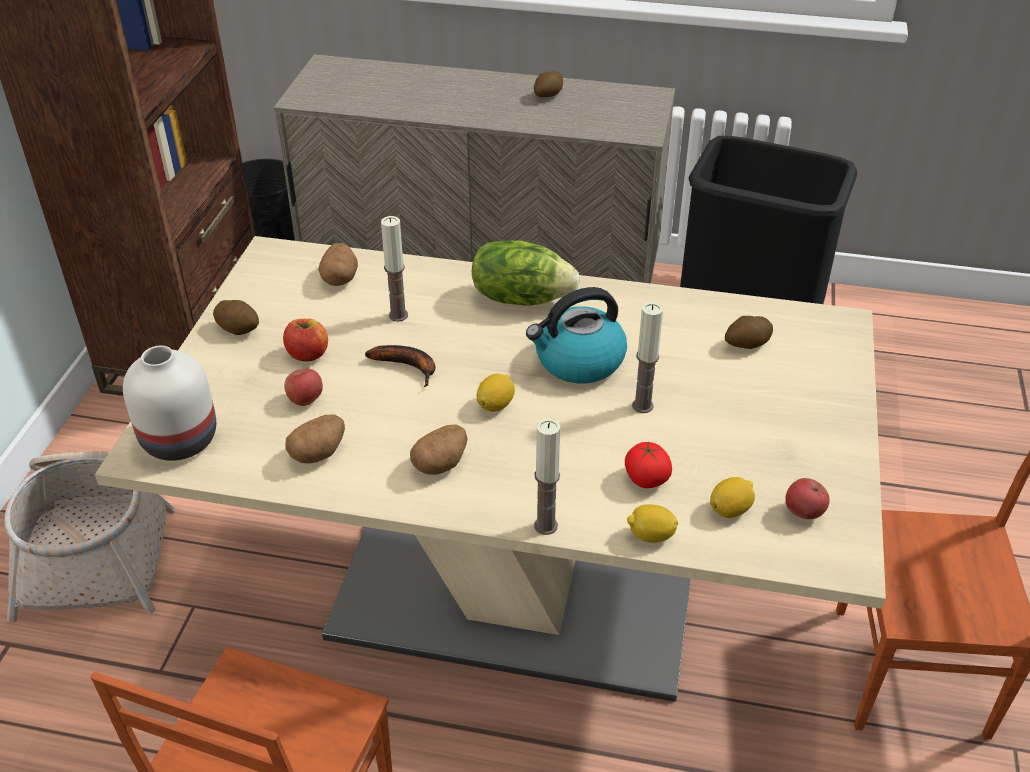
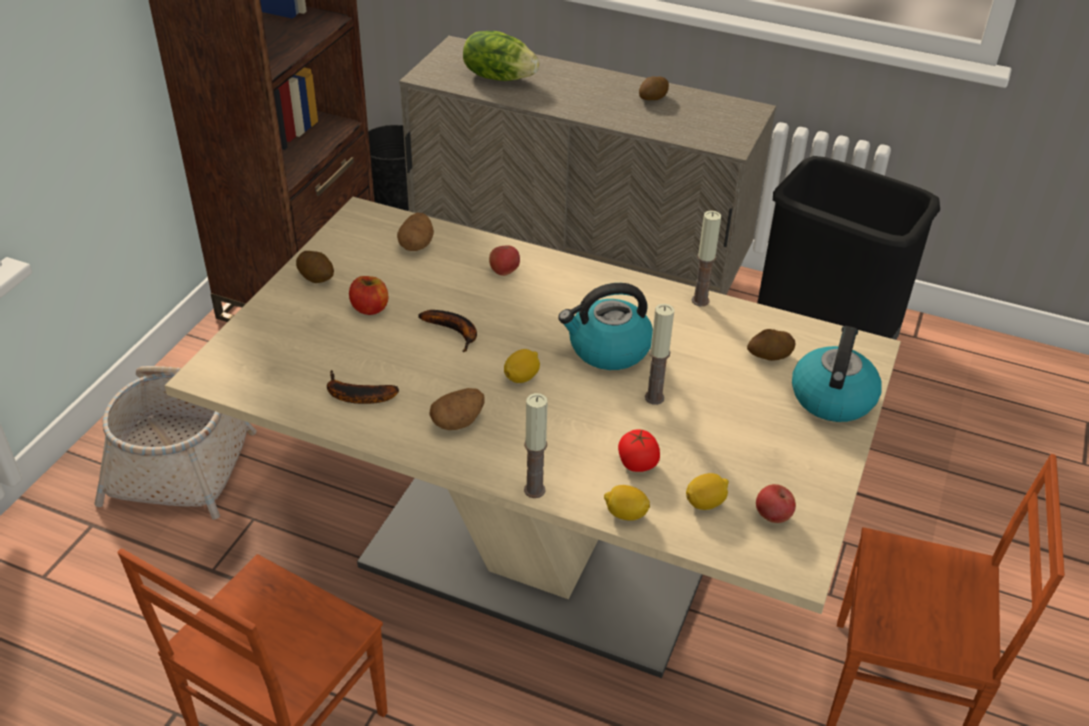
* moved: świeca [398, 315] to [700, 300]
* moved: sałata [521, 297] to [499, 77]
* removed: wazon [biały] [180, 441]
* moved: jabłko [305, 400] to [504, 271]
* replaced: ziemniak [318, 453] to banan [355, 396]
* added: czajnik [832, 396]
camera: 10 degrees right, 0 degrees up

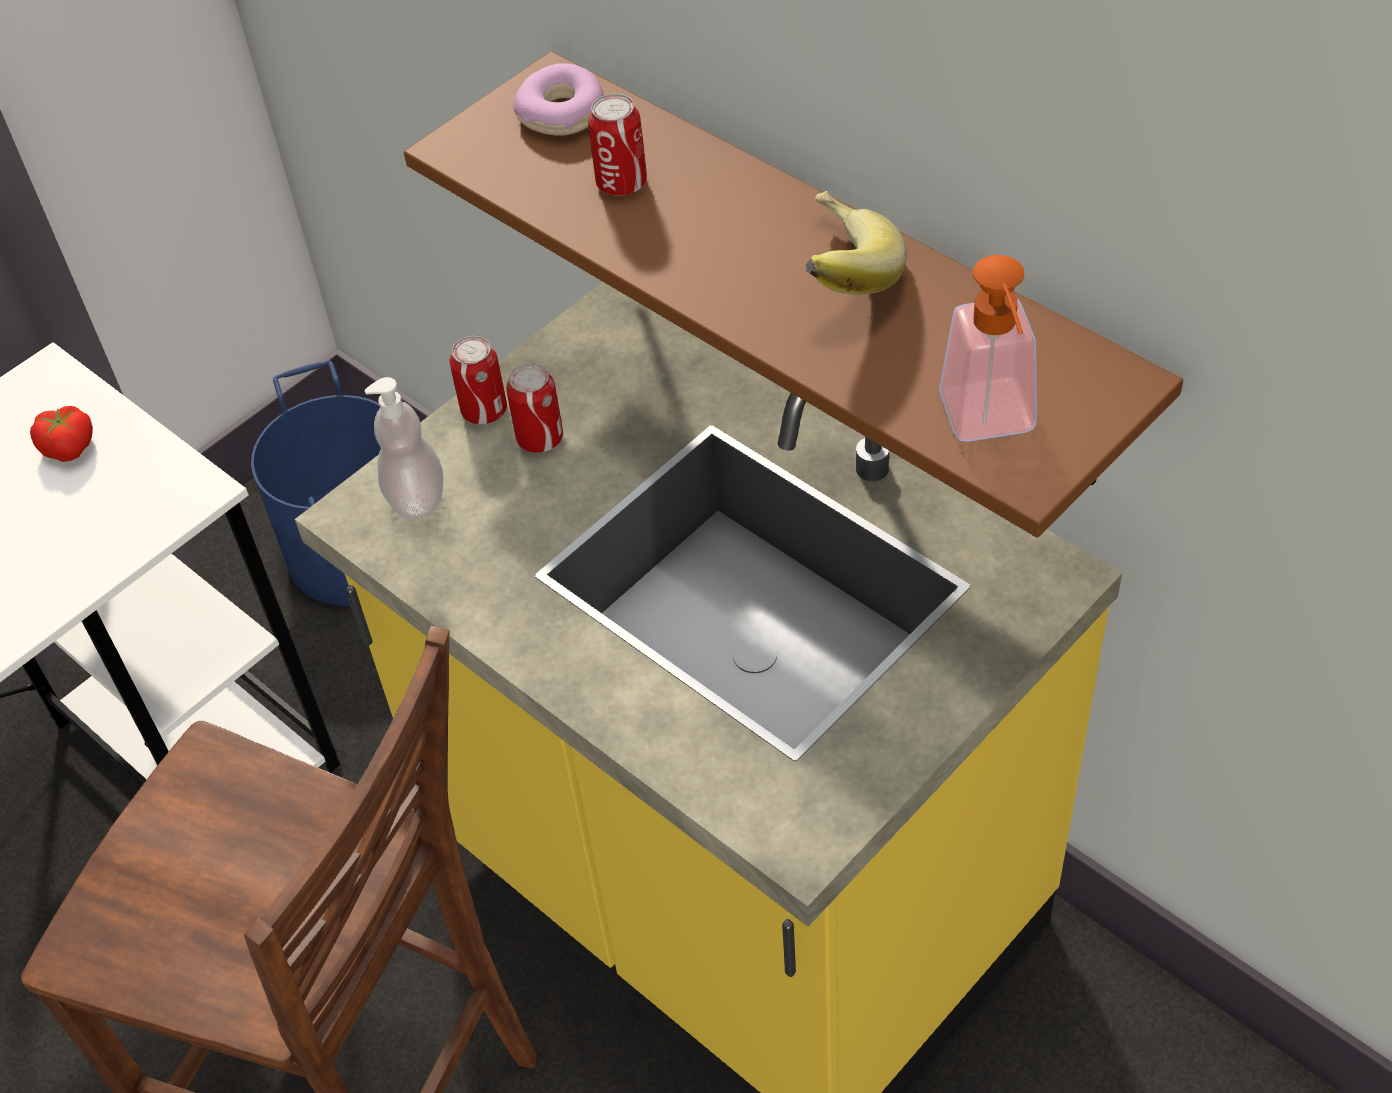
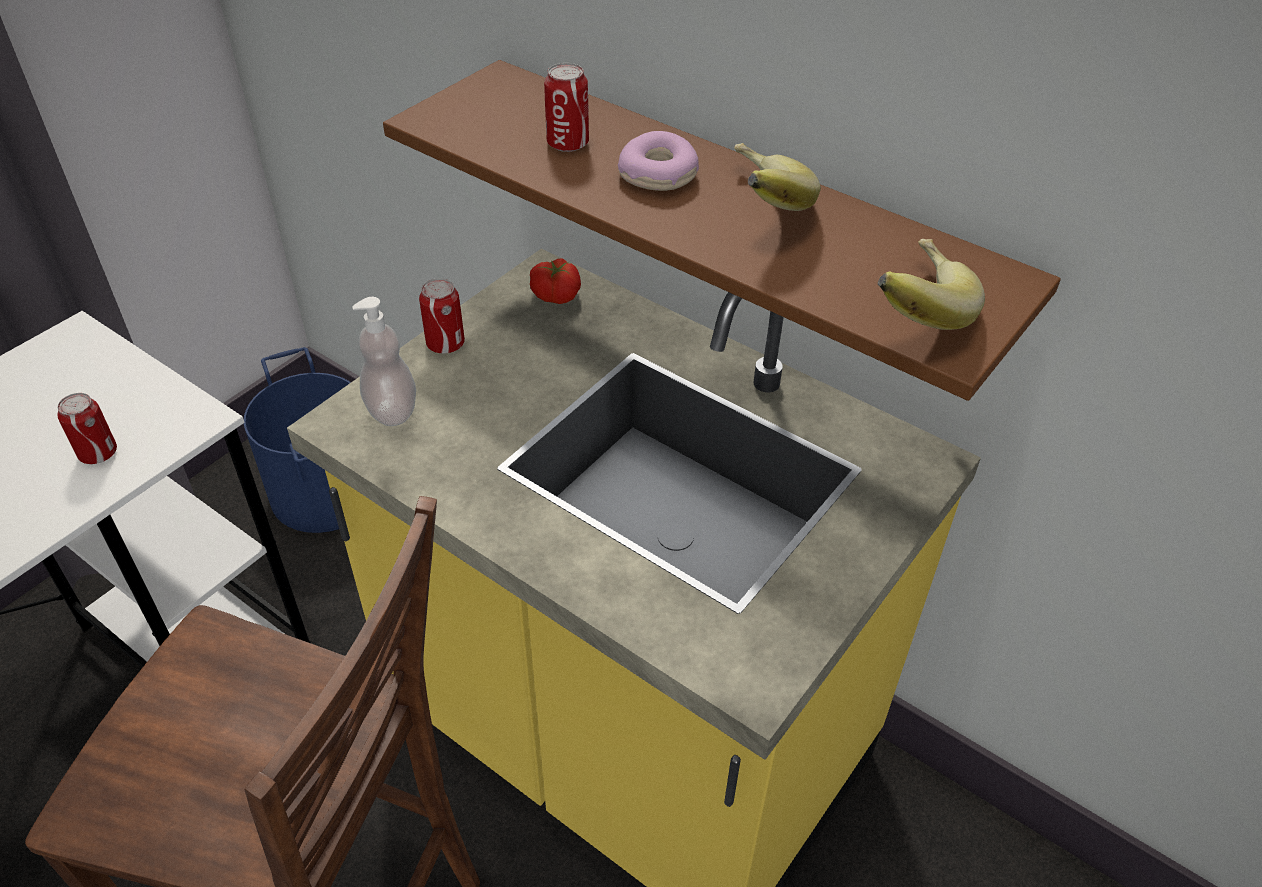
* moved: donut [562, 114] to [659, 175]
* replaced: dozownik mydła [991, 425] to banan [912, 311]
* moved: puszka [540, 438] to [98, 453]
* moved: pomidor [70, 446] to [557, 294]
camera: 10 degrees left, 5 degrees down

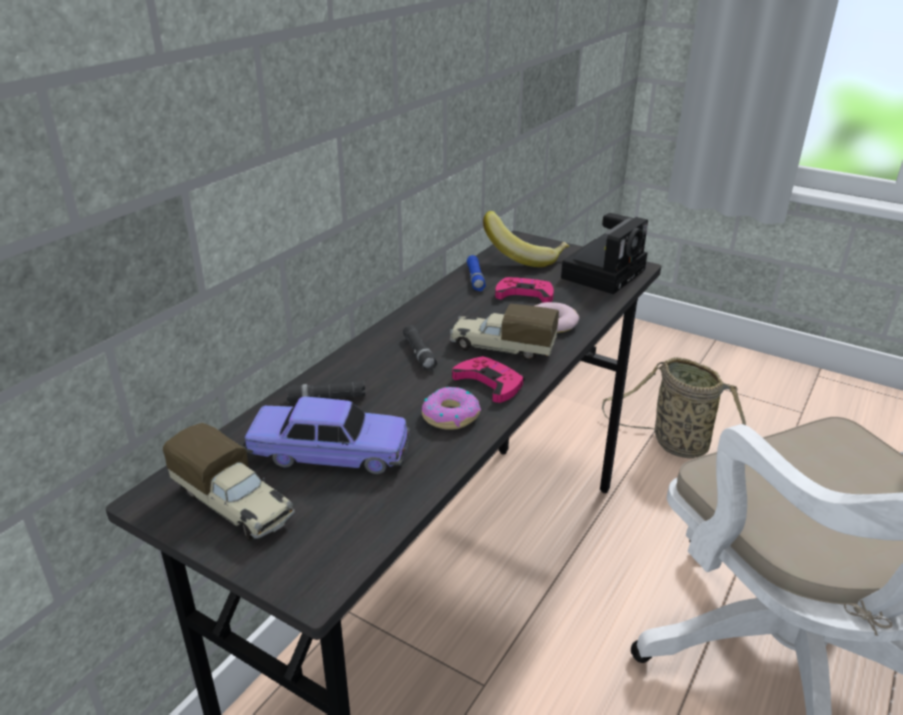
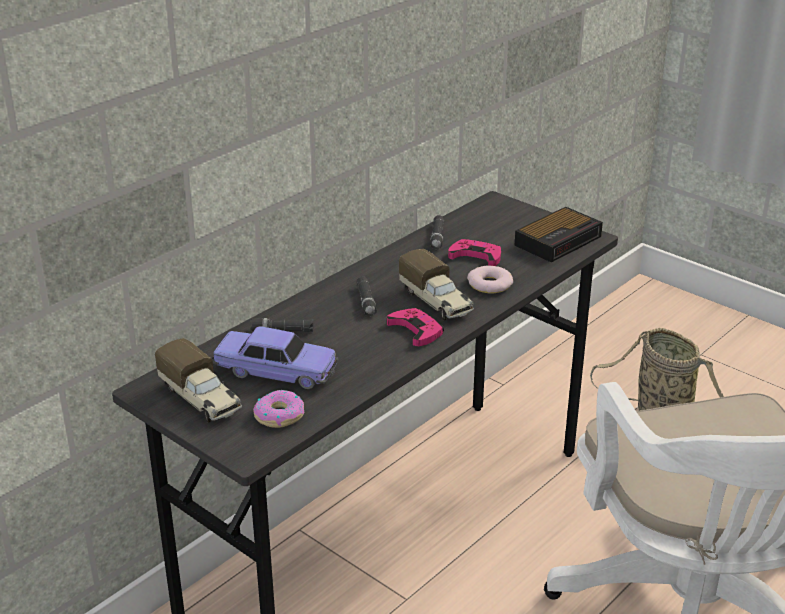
* removed: banan [525, 257]
* replaced: aparat fotograficzny [604, 272] to budzik [559, 240]
* recoloured: latarka [niebieski] [475, 278] to latarka [czarny] [437, 237]
* turned: ciężarówka zabawkowa [501, 347] = [436, 302] 150 degrees counterclockwise
* moved: donut [450, 415] to [279, 415]
camera: 10 degrees right, 0 degrees up

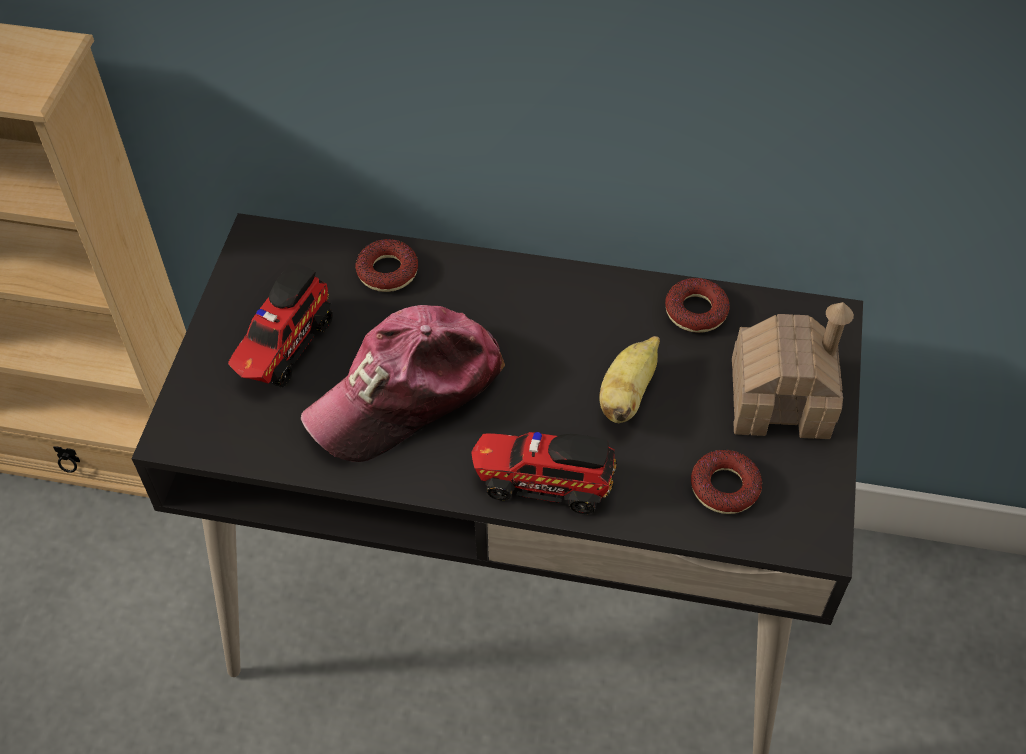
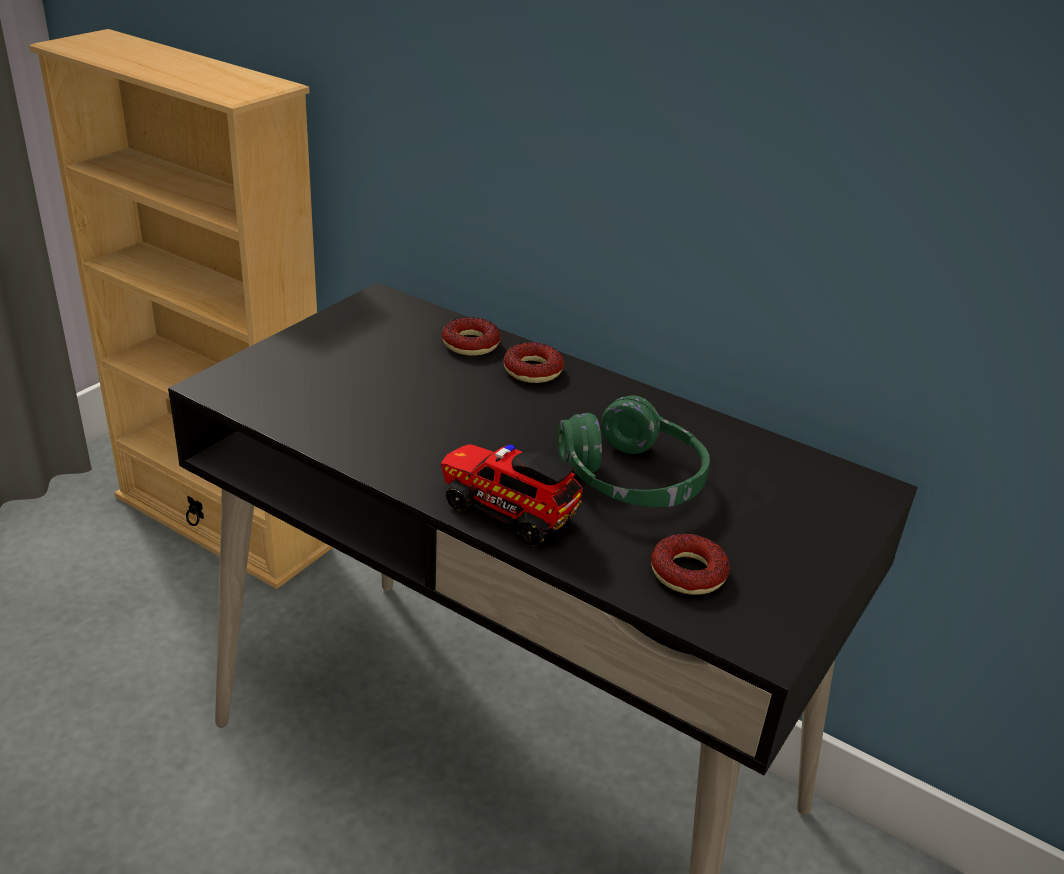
* removed: ciężarówka zabawkowa [283, 348]
* moved: donut [696, 311] to [532, 370]
* removed: domek [780, 398]
* removed: czapka z daszkiem [407, 393]
* replaced: banan [627, 394] to słuchawki [zielony] [632, 478]
camera: 20 degrees right, 20 degrees down

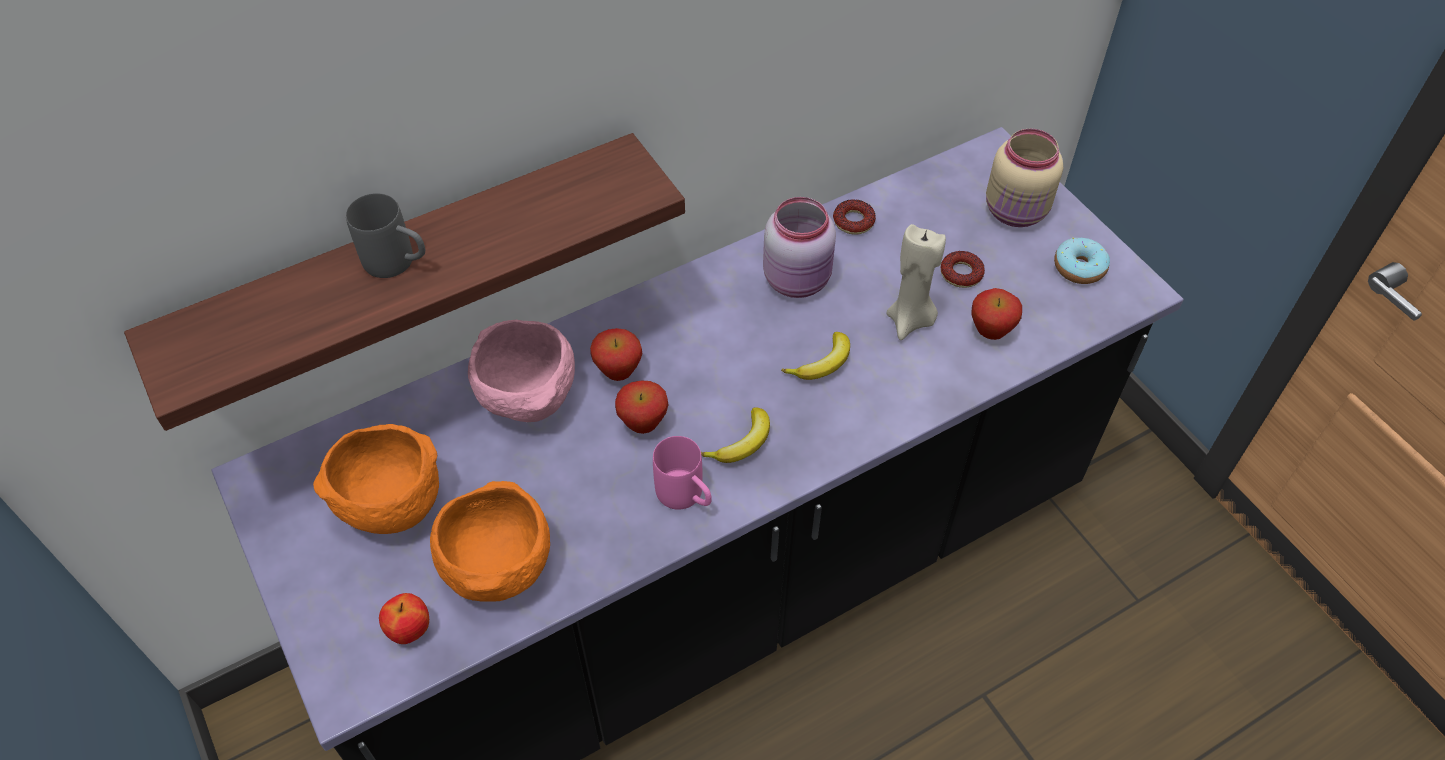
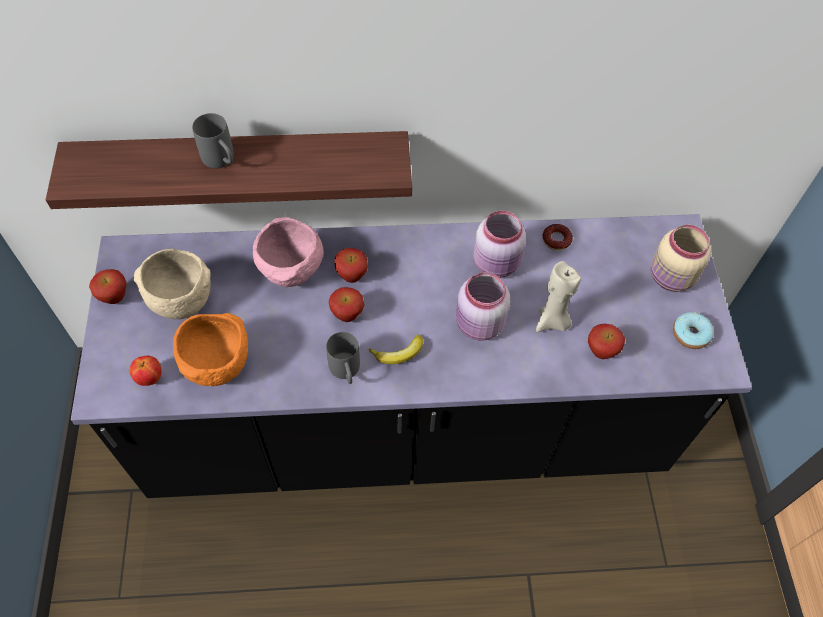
* removed: donut [961, 273]
* replaced: banan [822, 364] to słoik [różowy] [478, 325]
* recoloured: miska [pomarańczowy] [390, 507] to miska [beżowy] [180, 301]
* recoloured: kubek [różowy] [686, 497] to kubek [szary] [346, 372]
* added: jabłko [115, 298]
camera: 25 degrees right, 5 degrees up

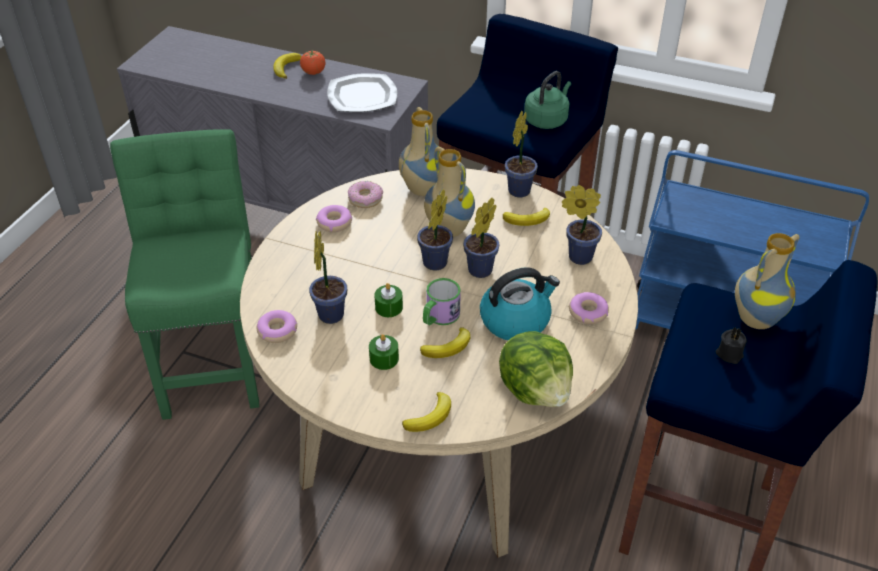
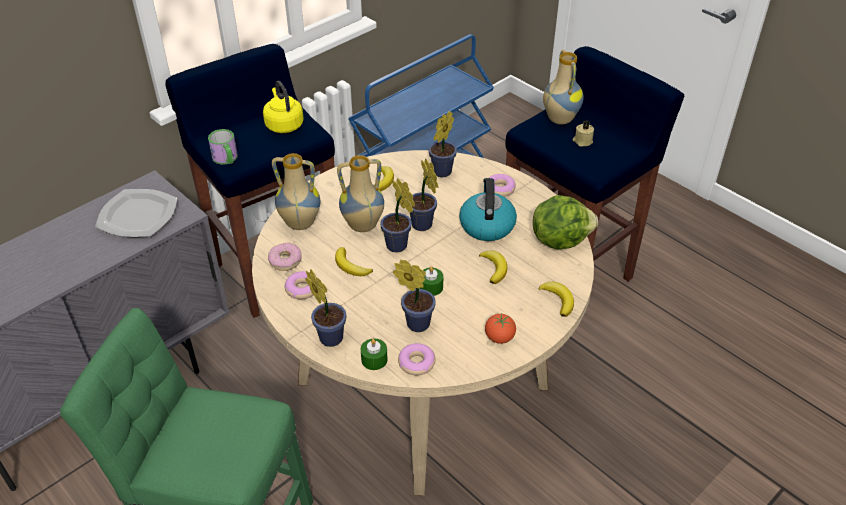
* moved: pomidor [313, 72] to [499, 338]
* moved: banan [286, 68] to [351, 266]
* recoloured: czajnik [zielony] [547, 120] to czajnik [żółty] [283, 124]
* moved: roślina doniczkowa [520, 189] to [329, 336]
* moved: kubek [439, 317] to [226, 159]
* recoloured: świeca [czarny] [729, 353] to świeca [beżowy] [582, 141]
* moved: świeca [zielony] [384, 358] to [374, 359]
camera: 65 degrees left, 0 degrees up

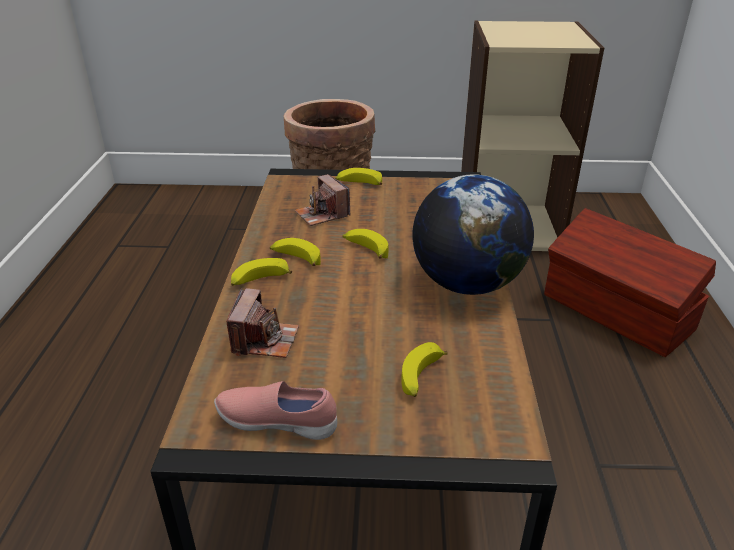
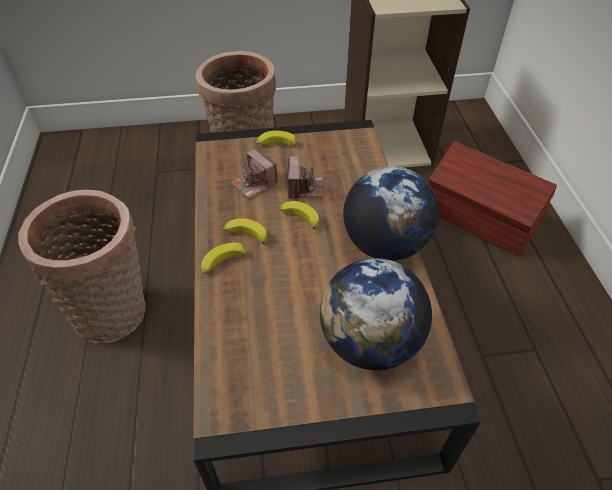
* moved: aparat fotograficzny [264, 340] to [304, 187]
* replaced: banan [421, 378] to globus [370, 342]
* removed: but [różowy] [277, 422]
* added: koszyk [115, 311]
camera: 10 degrees left, 15 degrees up

